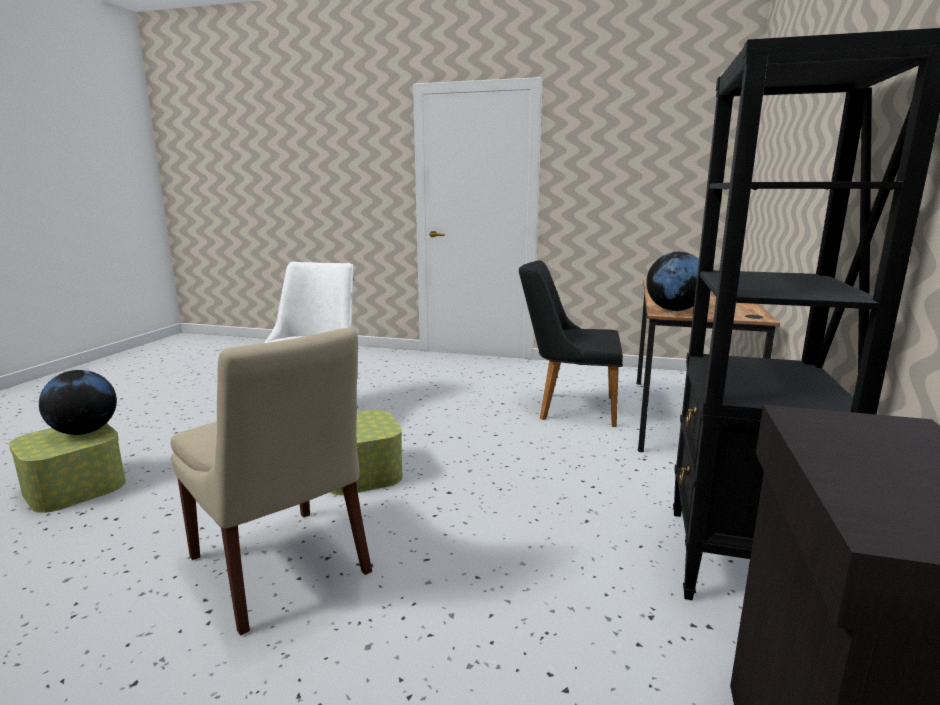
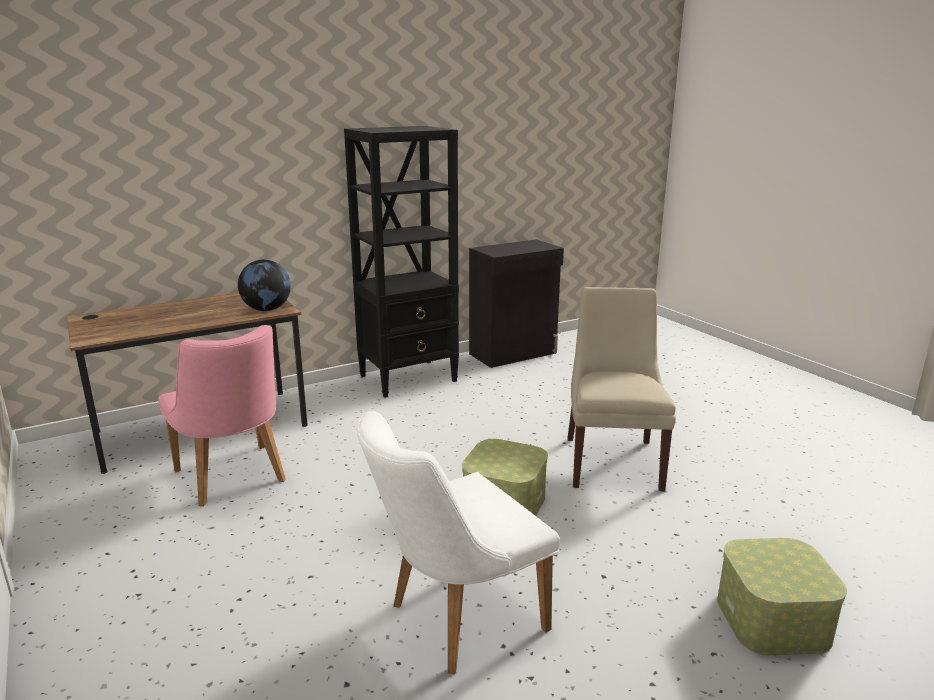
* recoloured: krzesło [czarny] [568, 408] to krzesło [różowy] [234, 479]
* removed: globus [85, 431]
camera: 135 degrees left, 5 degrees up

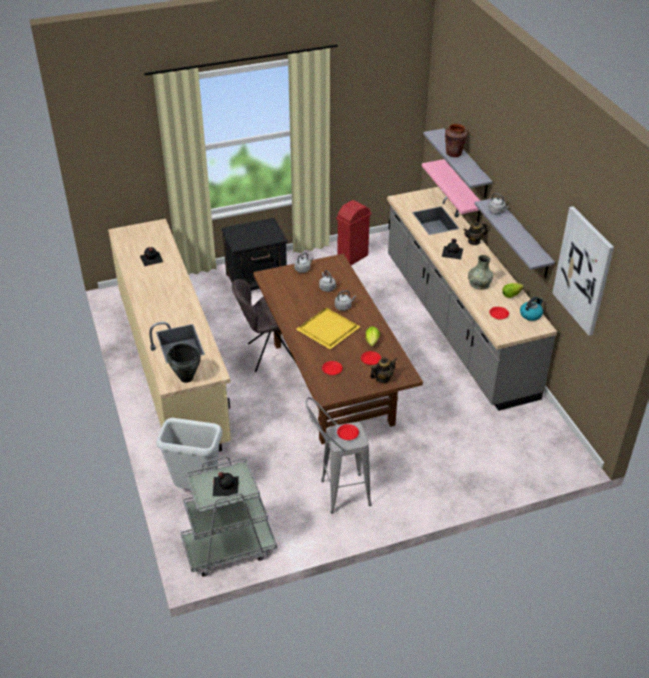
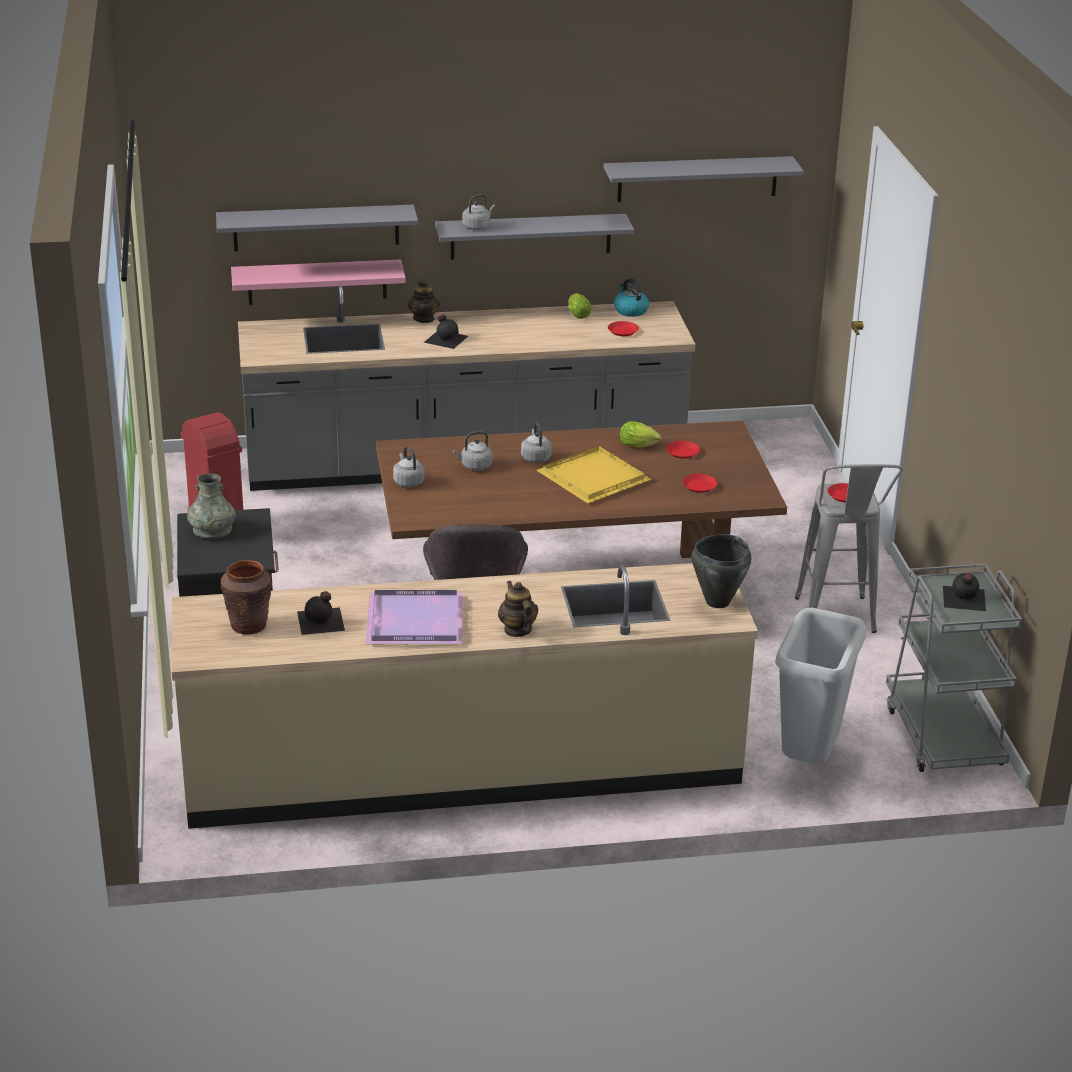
* moved: wazon [brązowy] [454, 153] to [249, 626]
* replaced: obraz [583, 271] to półka [szary] [697, 179]
* moved: wazon [szary] [479, 284] to [212, 531]
* moved: imbryk [383, 378] to [517, 630]
* added: taca [fioletowy] [413, 620]
camera: 80 degrees left, 10 degrees down

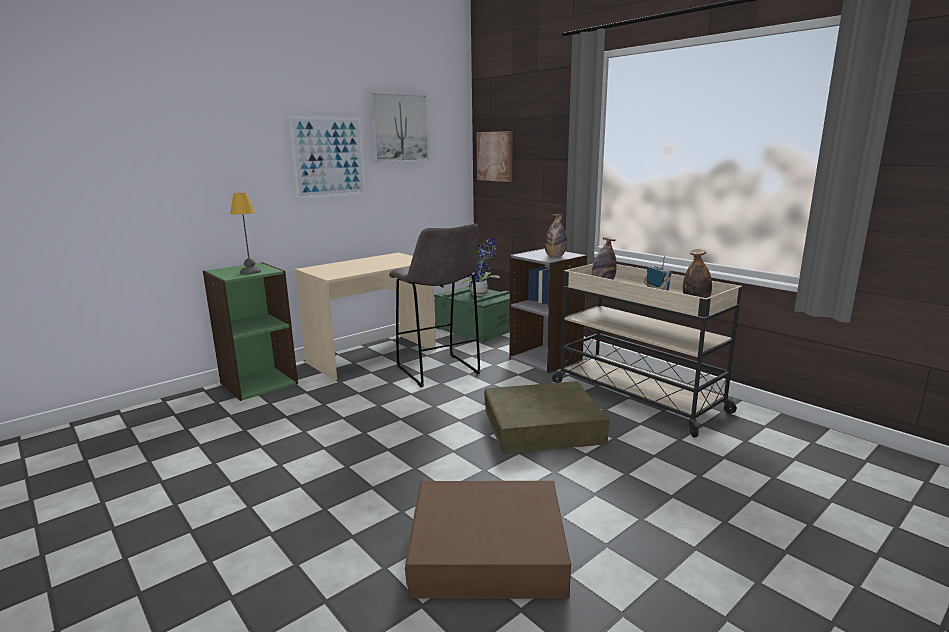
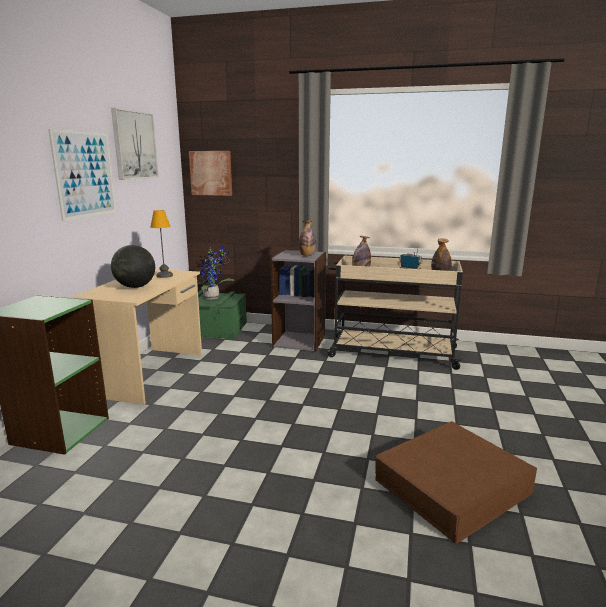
* moved: lampa stołowa [250, 272] to [164, 275]
* removed: stołek [szary] [439, 371]
* removed: pojemnik do przechowywania [brązowy] [542, 426]
* added: globus [135, 287]
camera: 35 degrees left, 0 degrees up

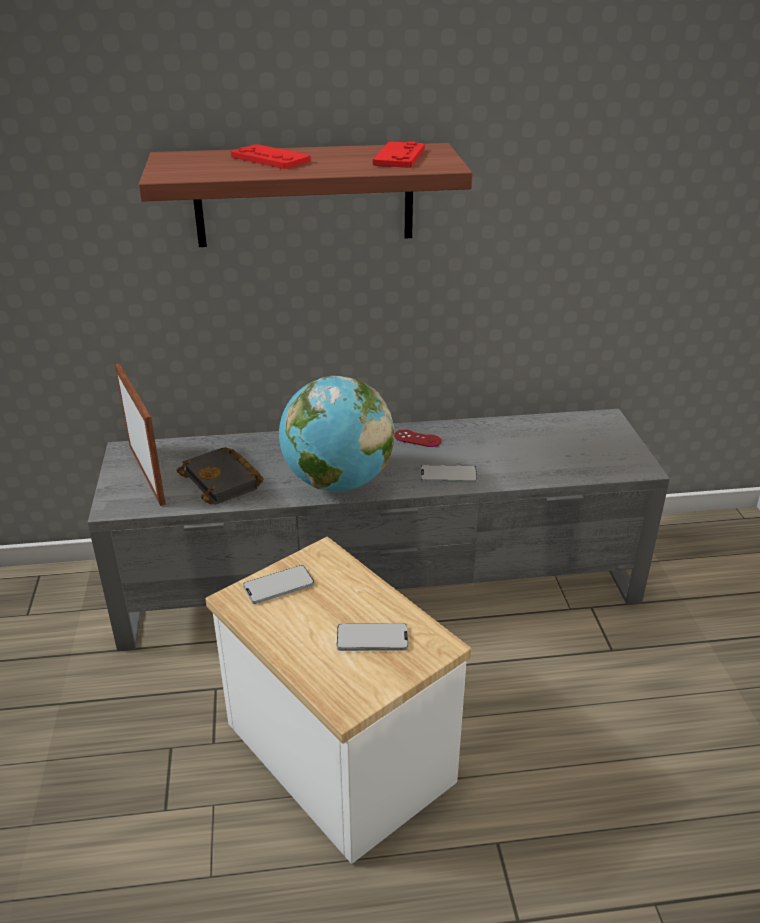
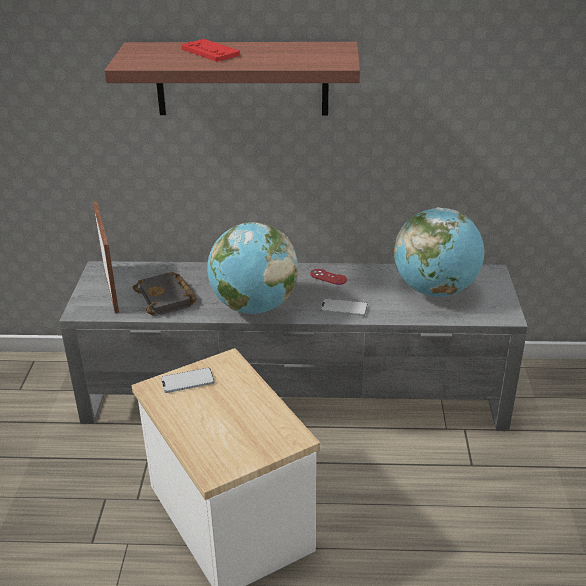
* removed: pad do gier [czerwony] [399, 157]
* removed: telefon [372, 638]
* added: globus [435, 290]
camera: 10 degrees right, 0 degrees up

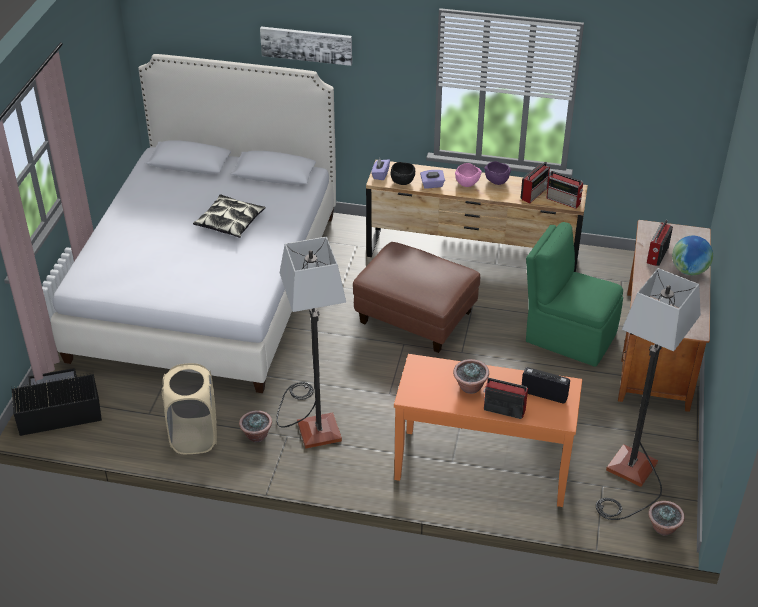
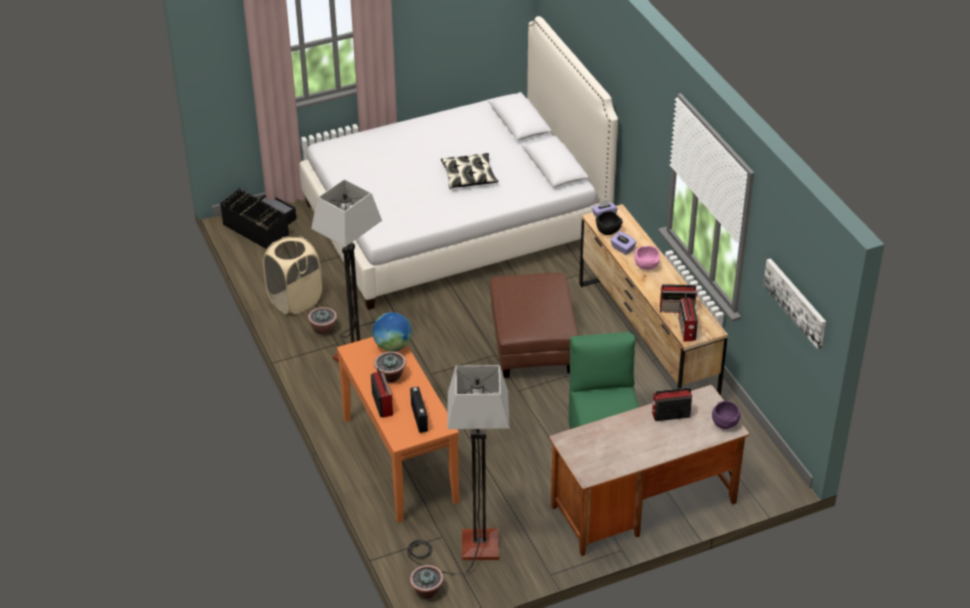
* moved: obraz [306, 45] to [796, 302]
* moved: miska [fioletowy] [496, 181] to [724, 423]
* moved: globus [689, 270] to [393, 346]
camera: 55 degrees right, 0 degrees up

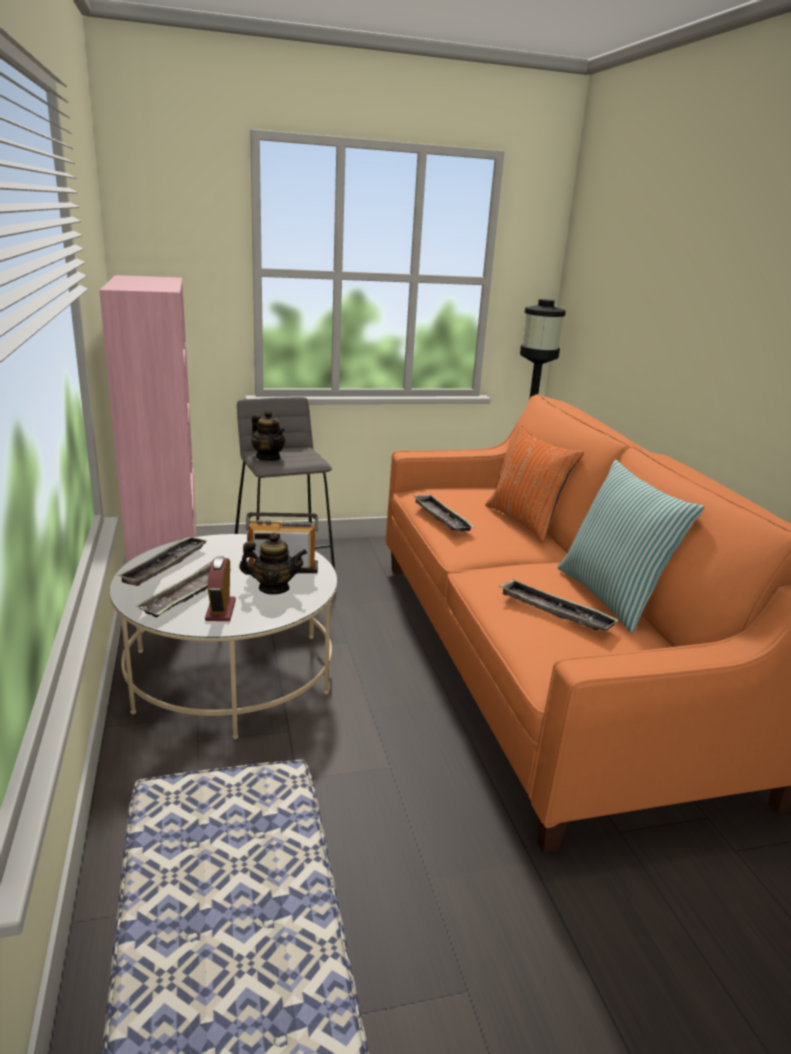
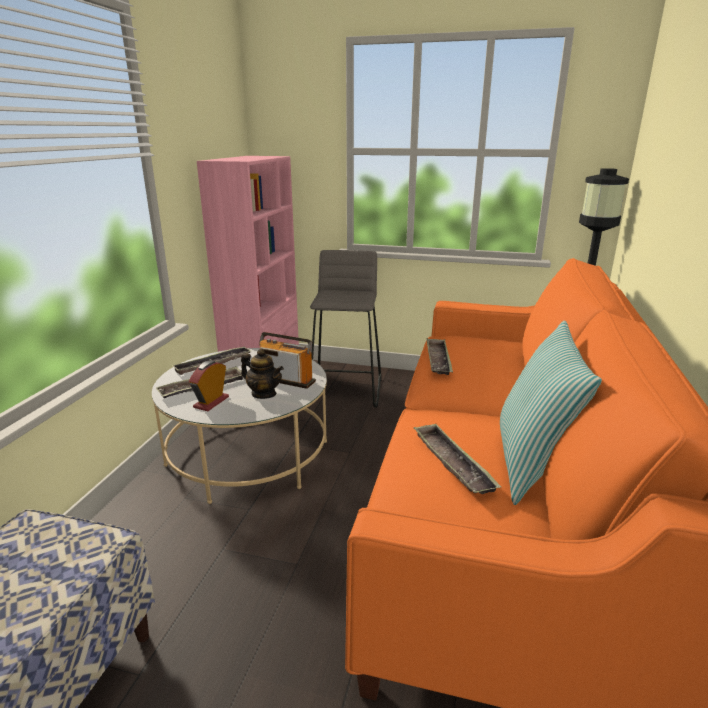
* removed: imbryk [268, 457]
* removed: poduszka [pomarańczowy] [525, 521]
camera: 30 degrees right, 0 degrees up

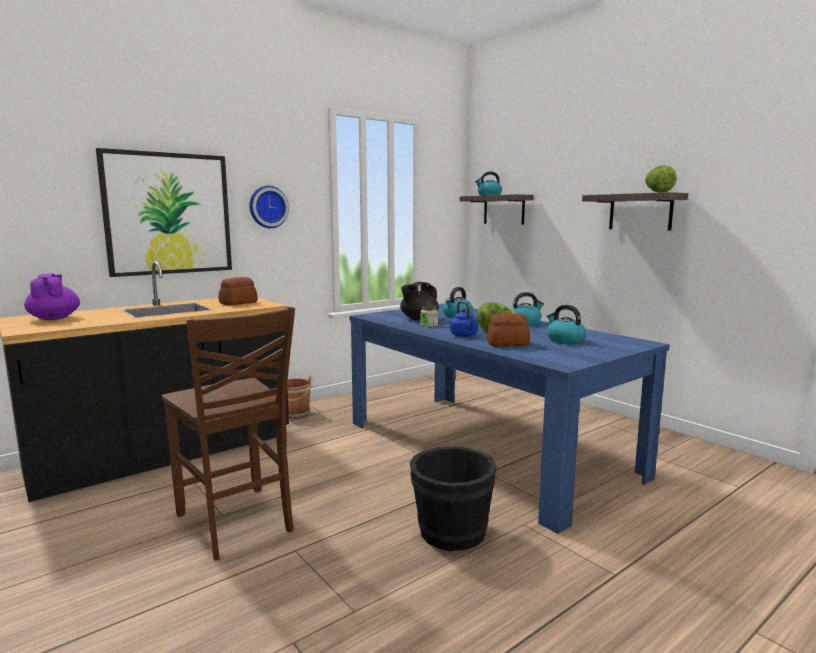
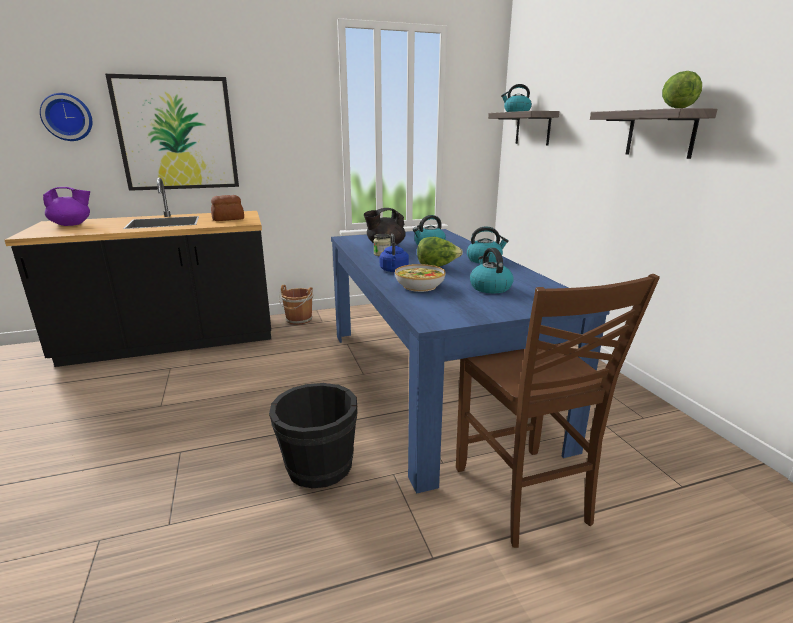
* moved: zegar ścienny [267, 207] to [67, 117]
* turned: imbryk [fioletowy] [54, 318] = [72, 224] 75 degrees clockwise
* moved: krzesło [brązowy] [236, 523] to [522, 496]
* replaced: chleb [508, 344] to miska [420, 286]
camera: 20 degrees right, 10 degrees up

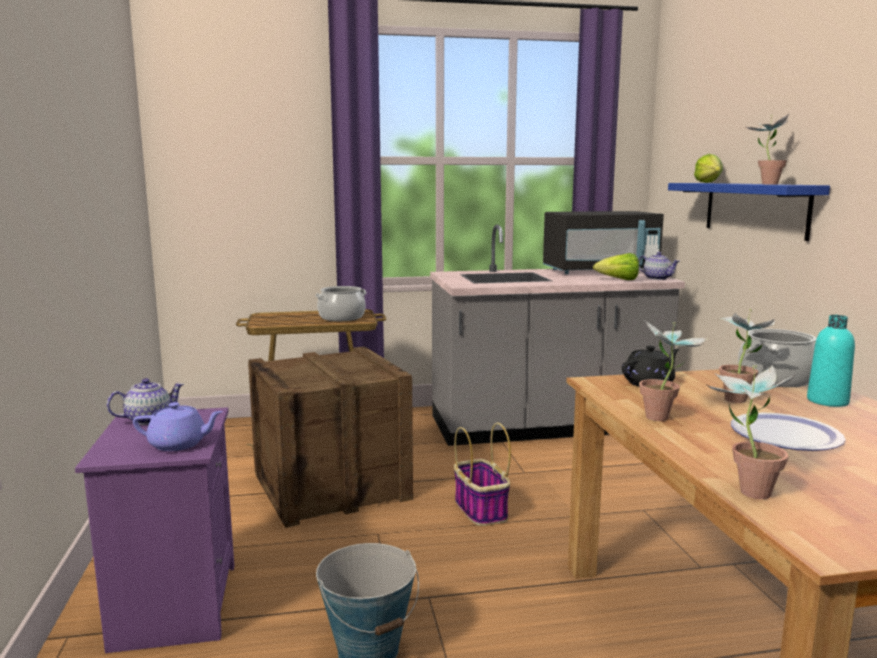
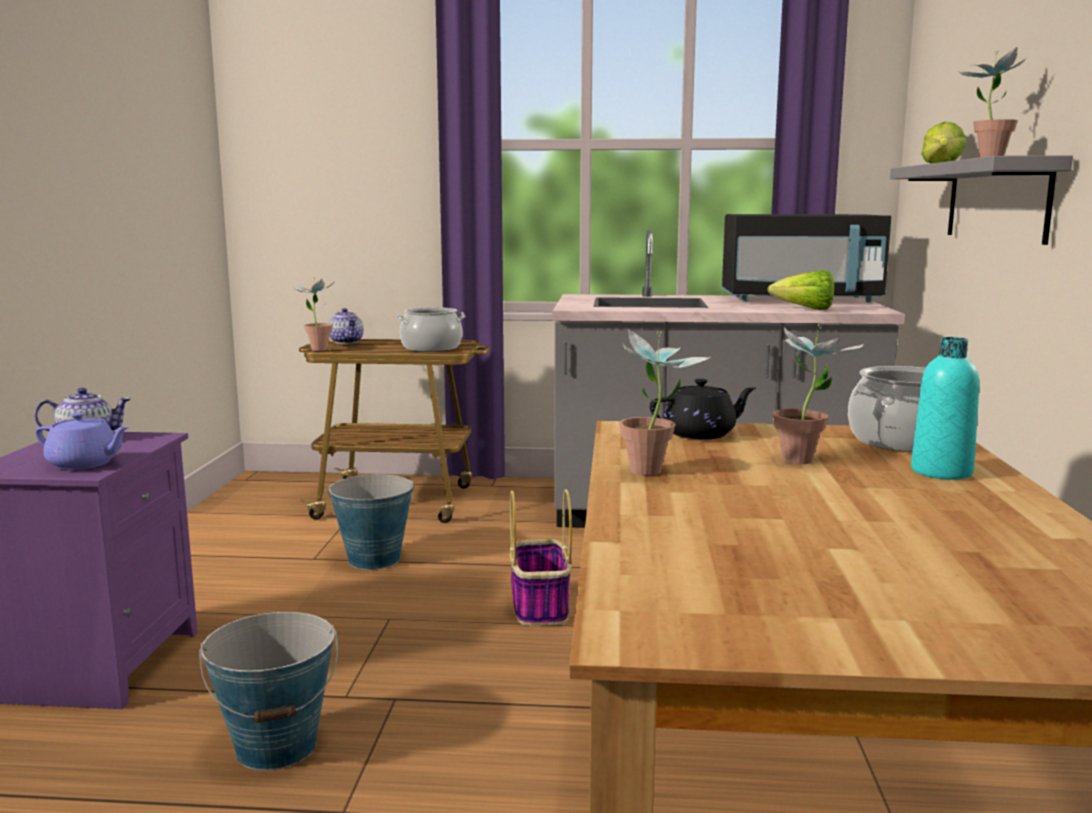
* recoloured: półka [niebieski] [755, 208] to półka [szary] [996, 201]
* moved: imbryk [657, 278] to [347, 342]
* replaced: skrzynka [331, 487] to wiadro [373, 559]
* moved: roślina doniczkowa [743, 489] to [317, 348]
* removed: talerz [785, 434]
camera: 15 degrees right, 0 degrees up

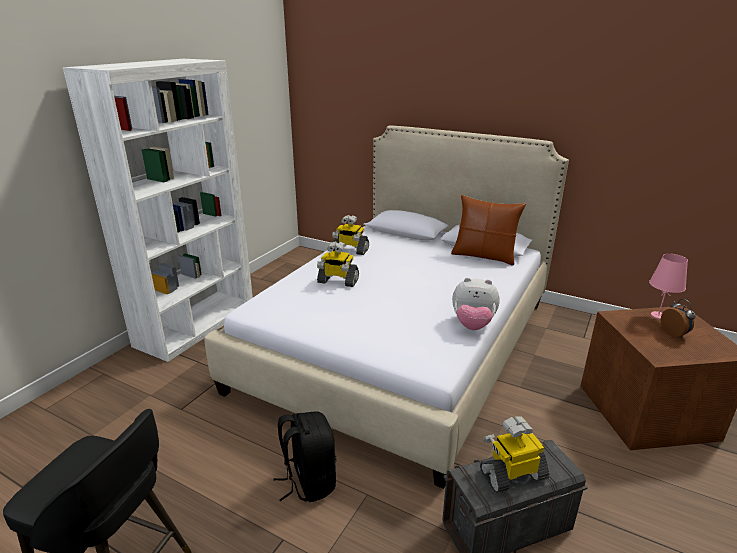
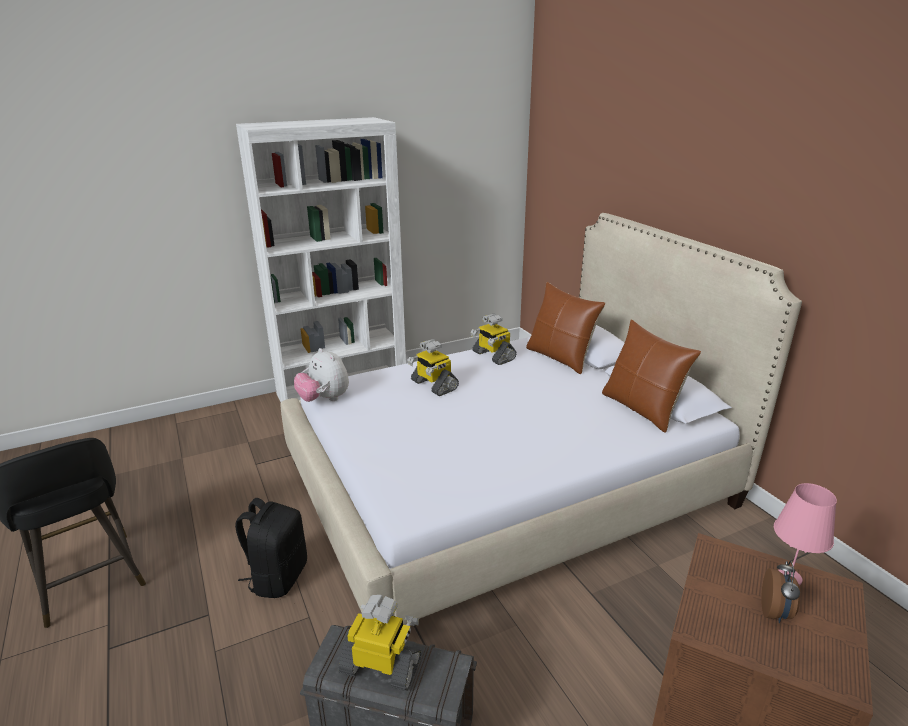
* moved: pluszak [473, 325] to [324, 399]
* added: poduszka [brązowy] [560, 358]
camera: 35 degrees right, 0 degrees up

